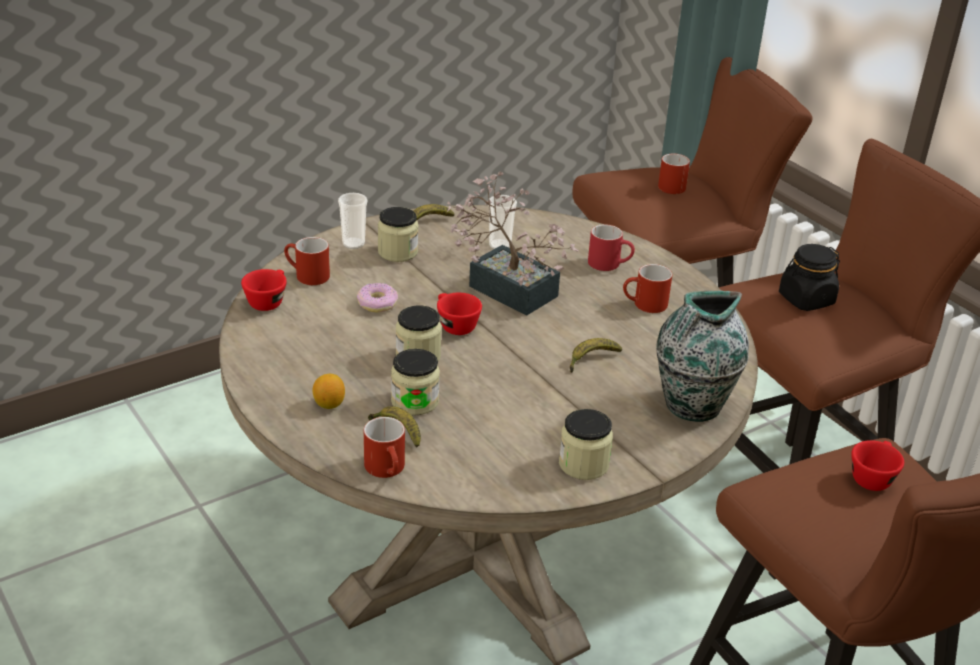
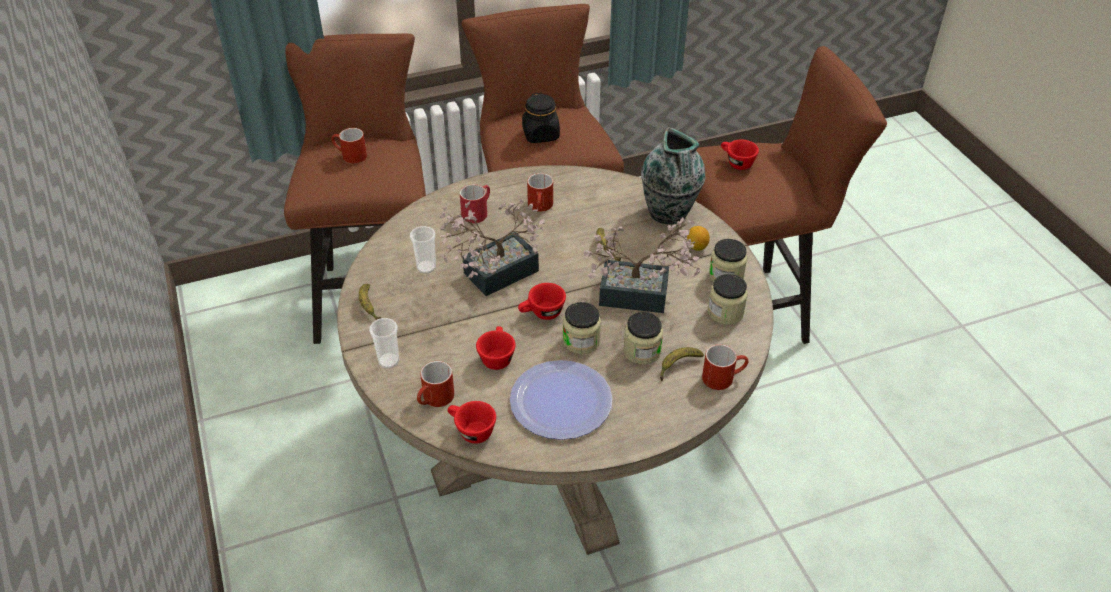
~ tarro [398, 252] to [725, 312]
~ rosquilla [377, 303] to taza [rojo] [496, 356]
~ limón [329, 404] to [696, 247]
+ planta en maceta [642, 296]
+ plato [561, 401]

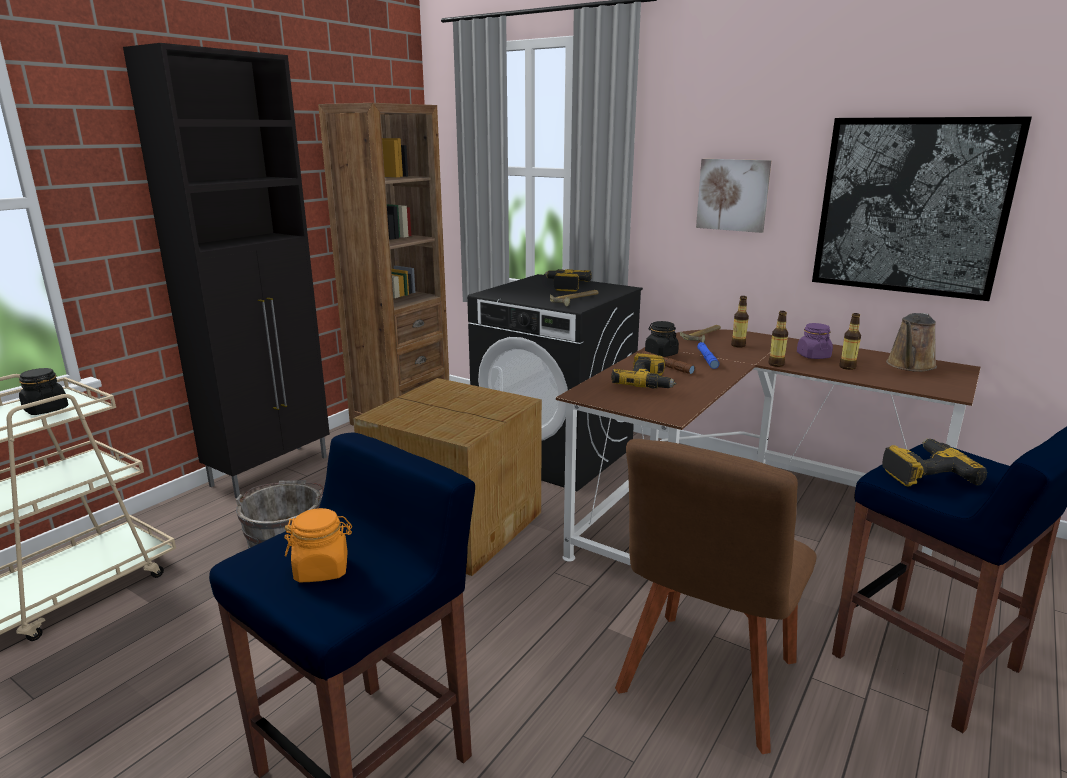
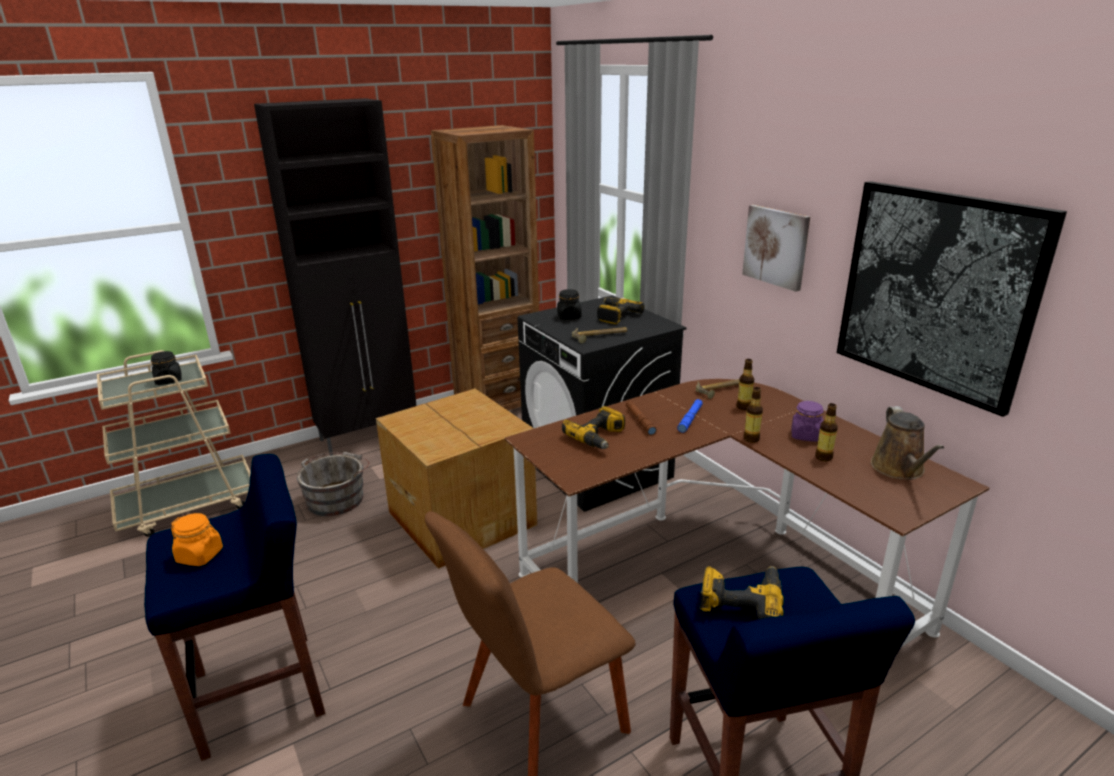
~ regadera [marrón] [910, 366] = [899, 469] 60 degrees counterclockwise
~ tarro [negro] [661, 354] to [569, 317]

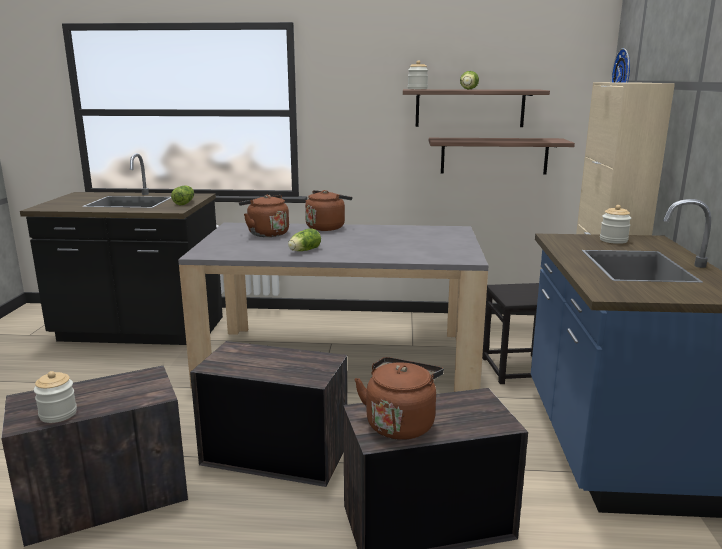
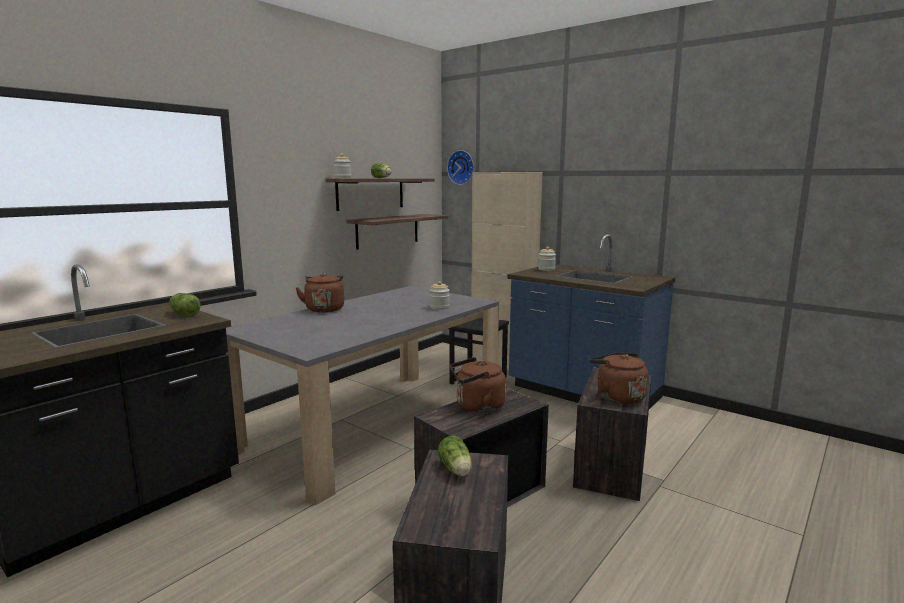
~ hervidor [marrón] [266, 233] to [477, 407]
~ lechuga [303, 251] to [456, 470]
~ tarro [58, 414] to [439, 307]

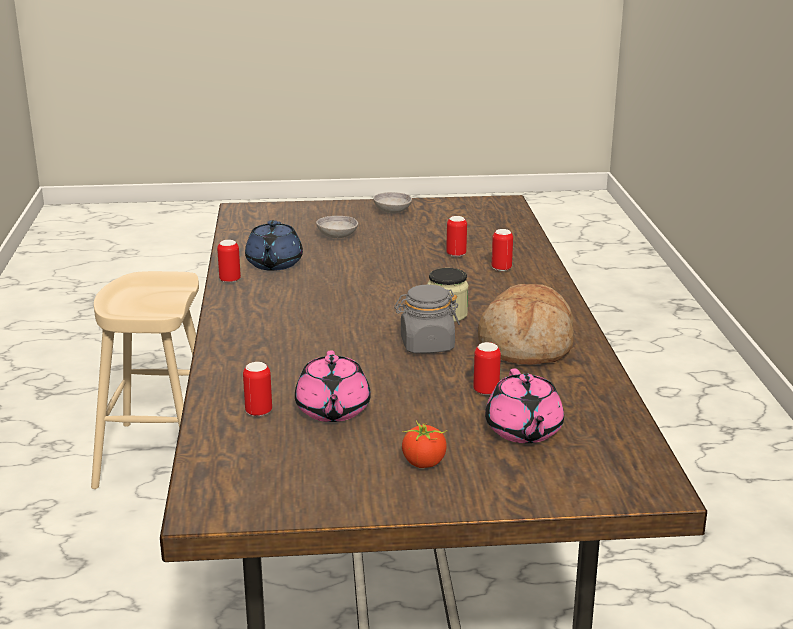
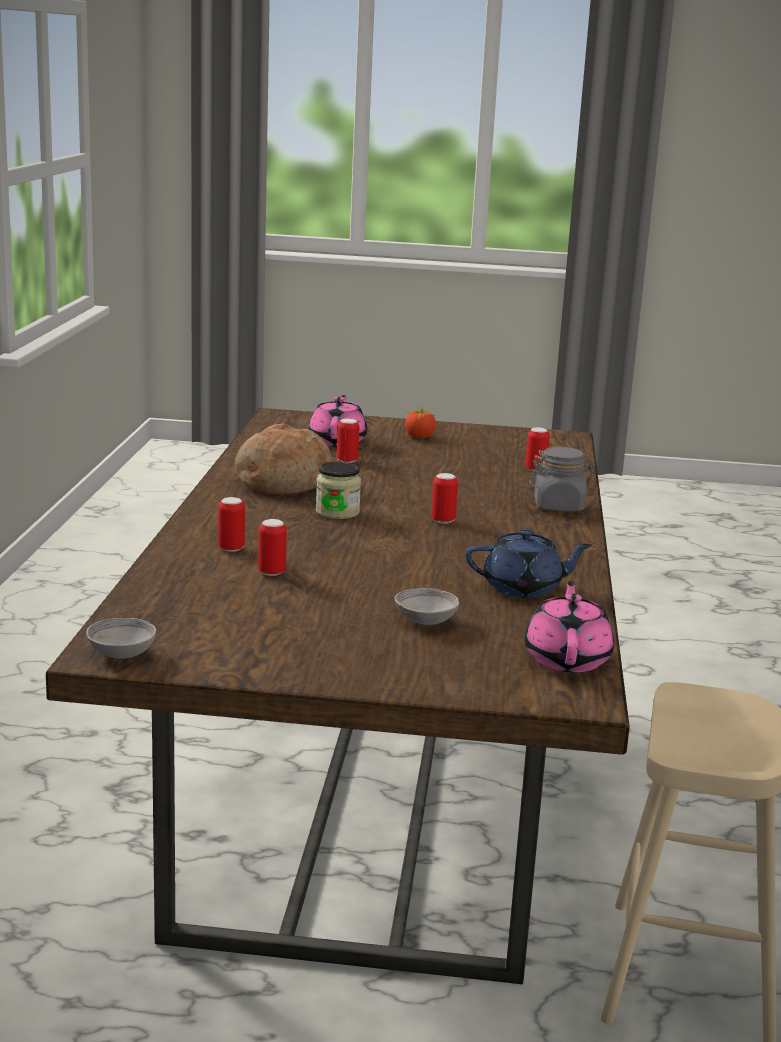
~ cuenco [gris] [392, 211] to [121, 653]
~ tetera [azul] [274, 264] = [523, 588] 75 degrees clockwise
~ lata [230, 280] to [443, 521]
~ tarro [gris] [426, 345] to [559, 506]
~ tetera [rosa] [332, 410] to [567, 658]

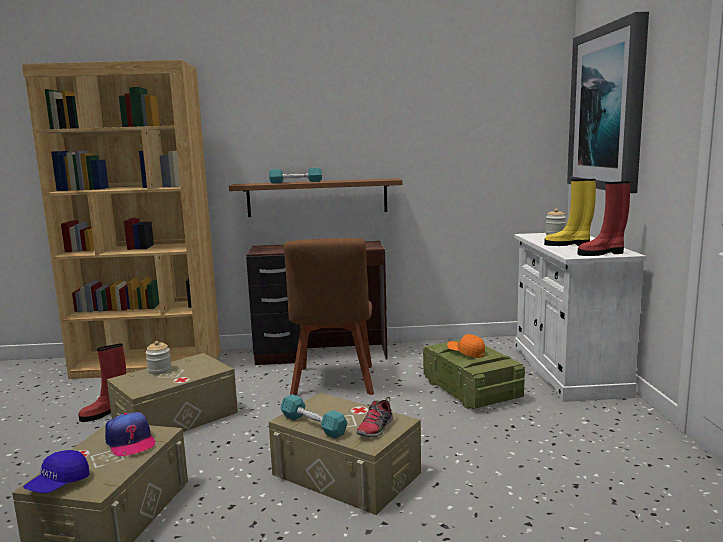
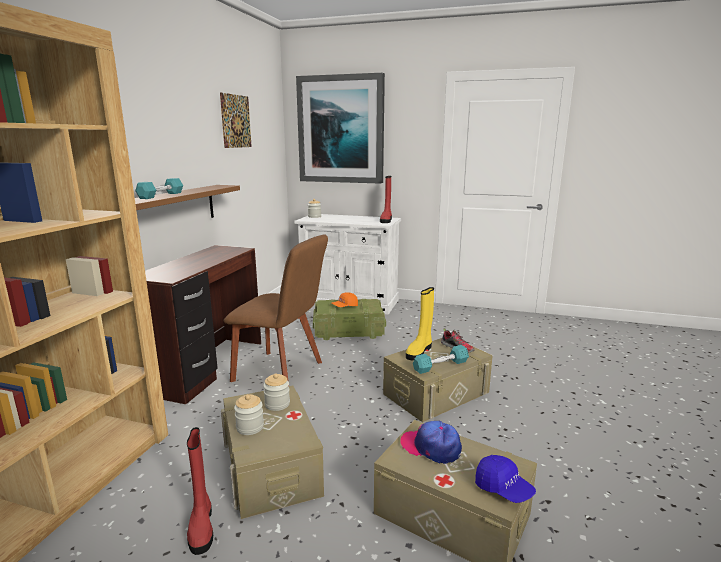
~ bota [amarillo] [568, 245] to [419, 351]
~ gorra [130, 442] = [431, 447] 135 degrees counterclockwise
+ cuadro [236, 121]
+ tarro [277, 404]

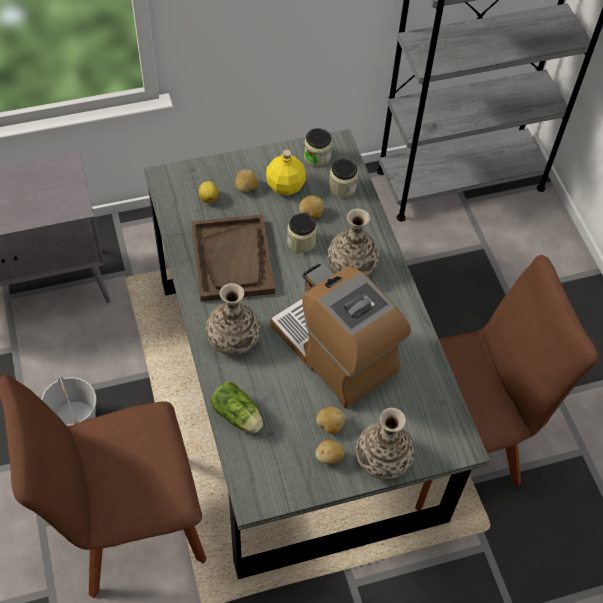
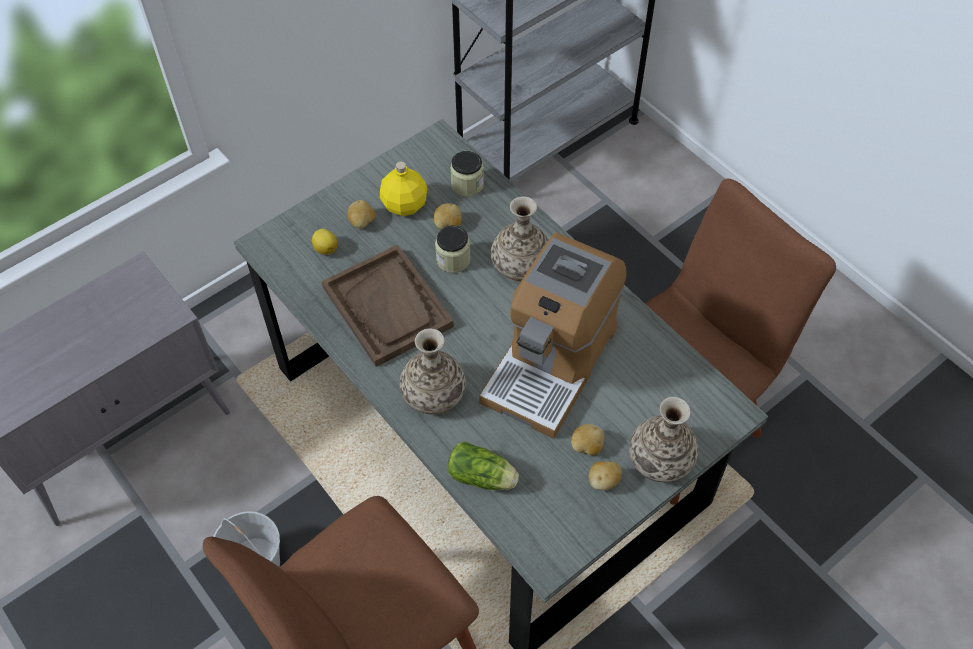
- tarro [317, 157]
~ cafetera [335, 350] = [551, 363] 90 degrees counterclockwise

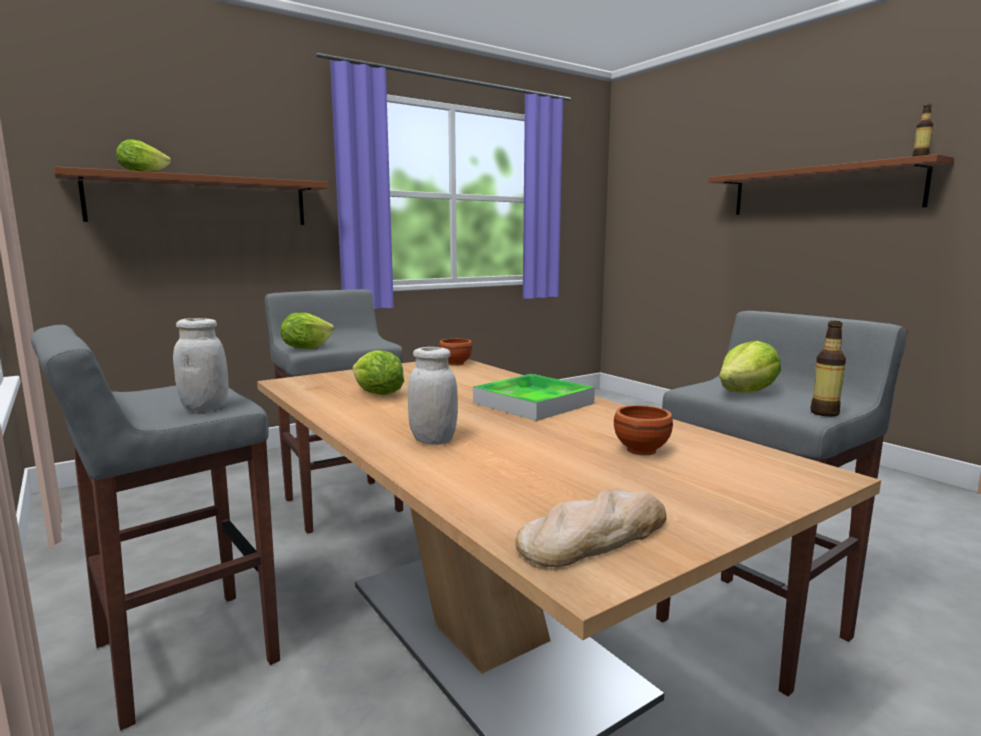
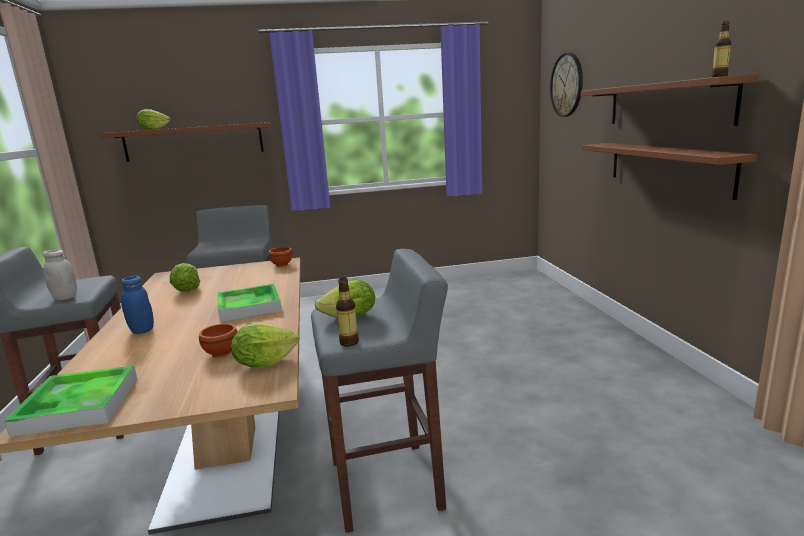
~ lechuga [306, 348] to [264, 363]
~ tarro [blanco] [433, 440] to tarro [azul] [142, 330]
~ pan [594, 535] to bandeja [79, 405]
+ reloj de pared [567, 85]
+ estante [marrón] [667, 167]

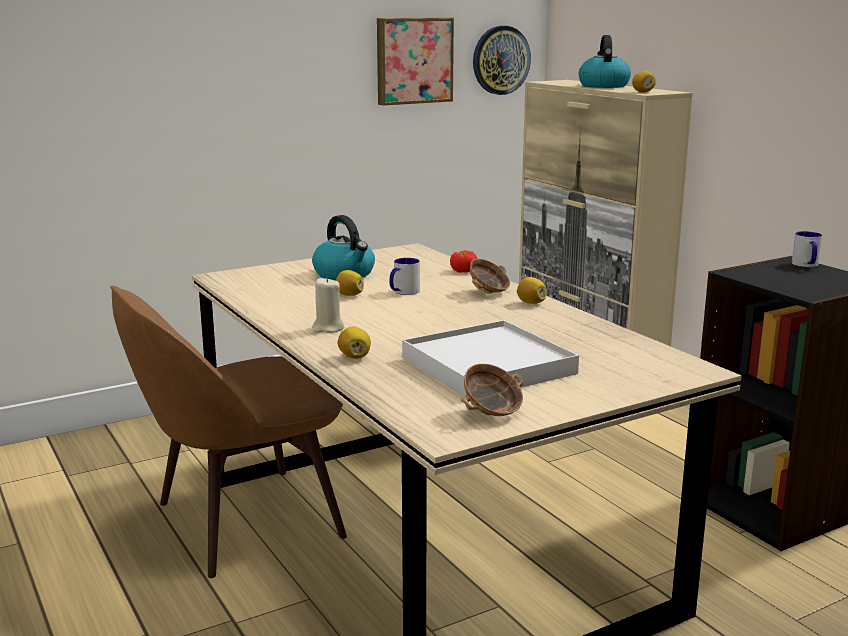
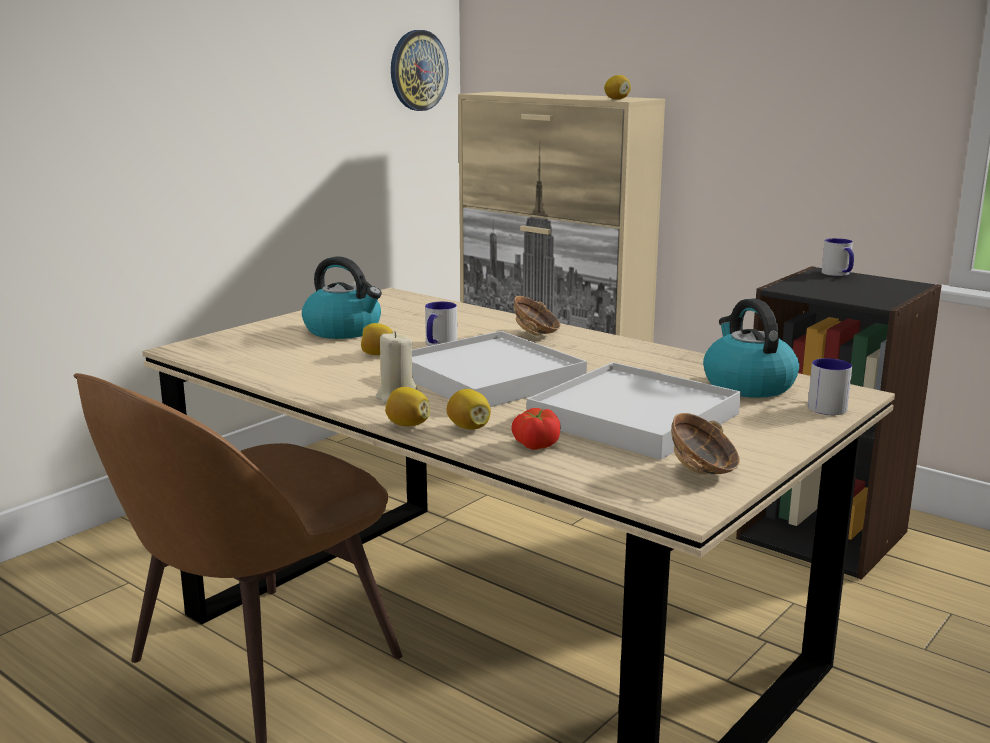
- cuadro [413, 60]
~ hervidor [603, 86] to [747, 385]
~ tomate [462, 271] to [535, 444]
~ limón [531, 303] to [408, 425]
+ bandeja [blanco] [489, 377]
+ taza grande [824, 405]

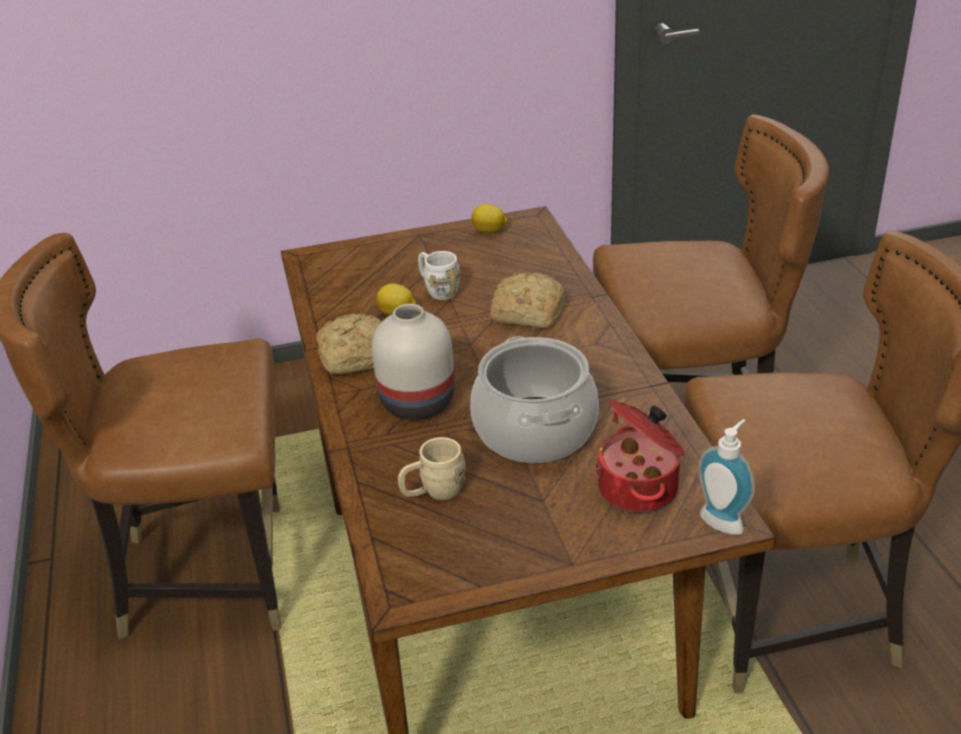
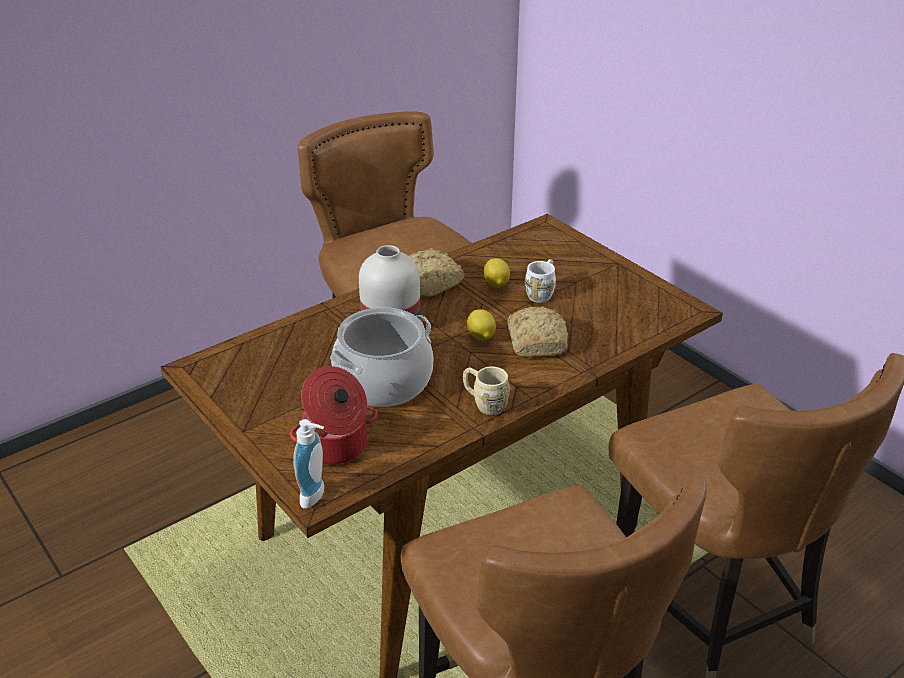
~ limón [490, 231] to [481, 337]
~ taza grande [beis] [433, 492] to [484, 403]

